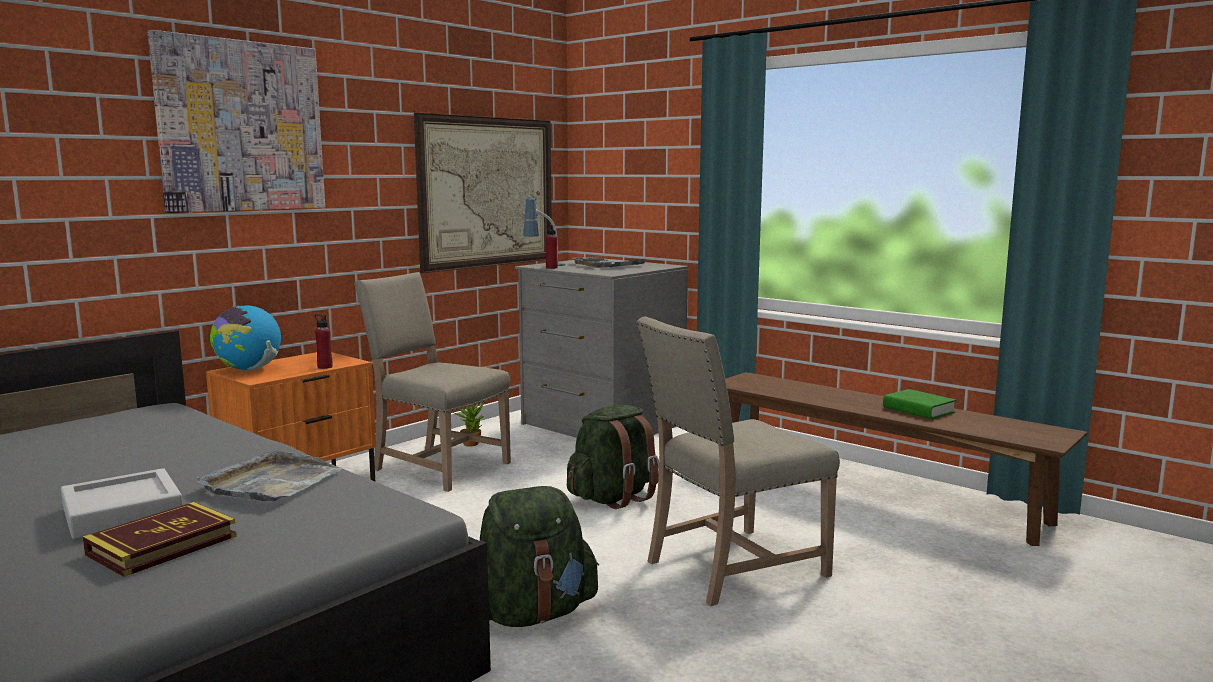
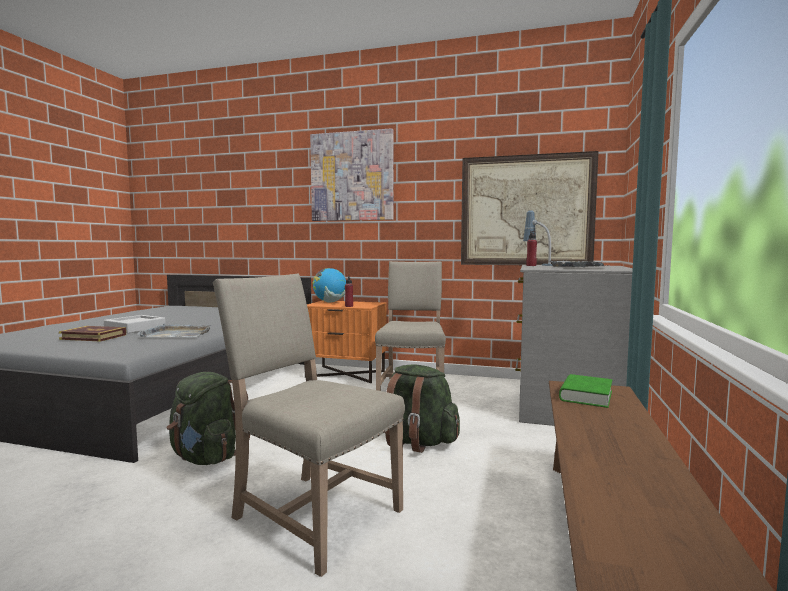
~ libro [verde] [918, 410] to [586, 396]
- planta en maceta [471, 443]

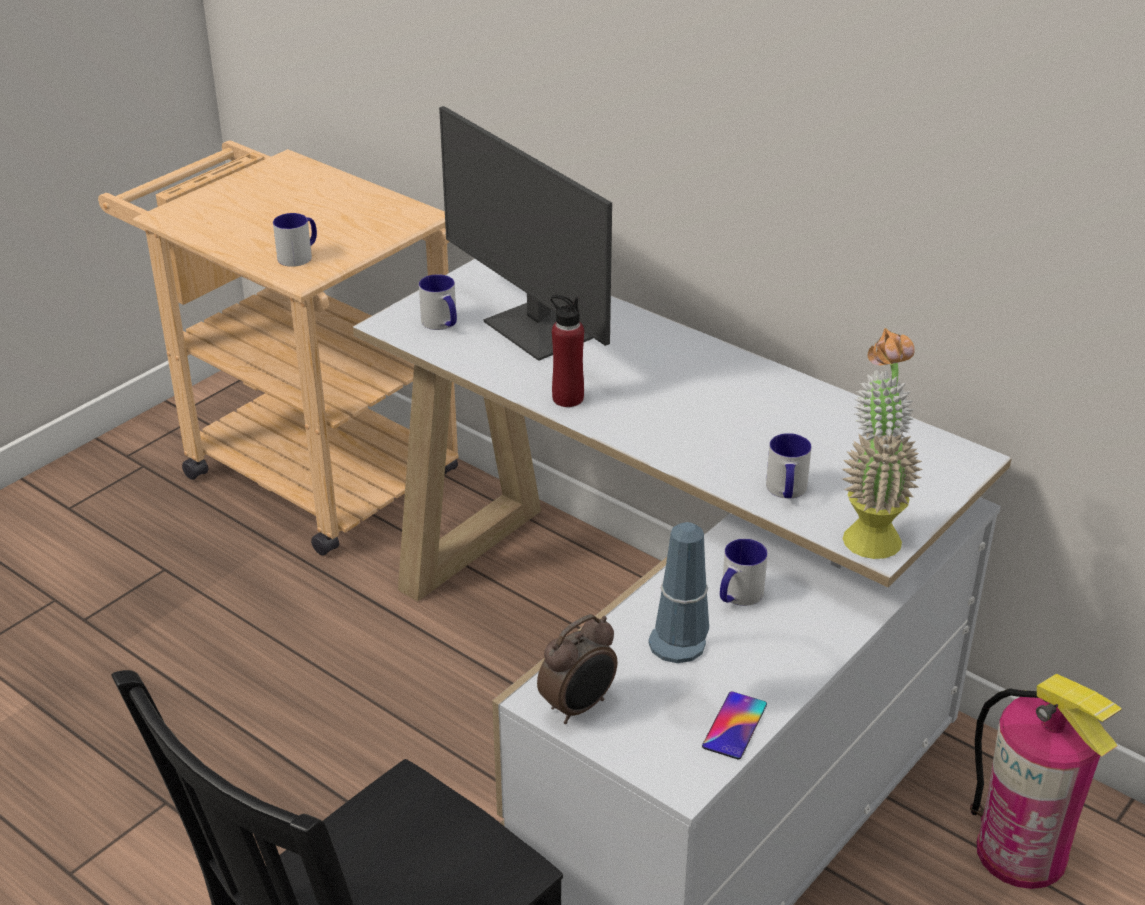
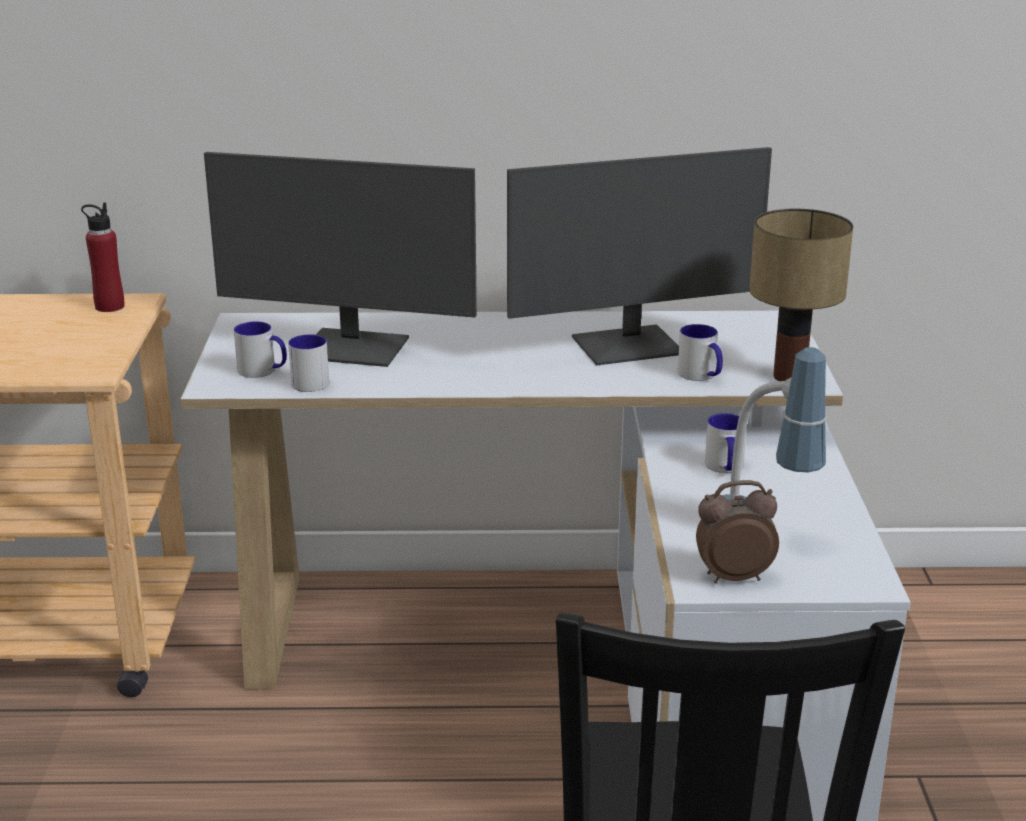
~ taza grande [299, 255] to [311, 381]
~ botella [rojo] [567, 398] to [109, 306]
~ planta en maceta [870, 531] to lámpara de mesa [789, 376]
~ despertador [579, 707] = [733, 577] 105 degrees counterclockwise
- extintor [1021, 852]
- móvil [734, 726]
+ monitor [629, 347]

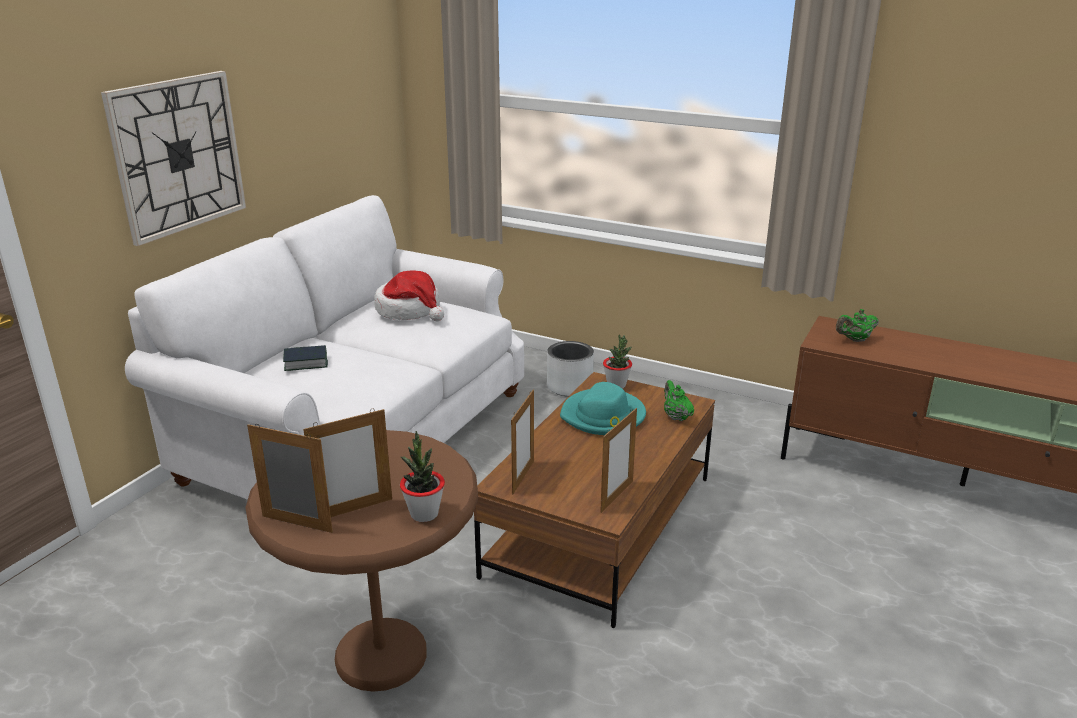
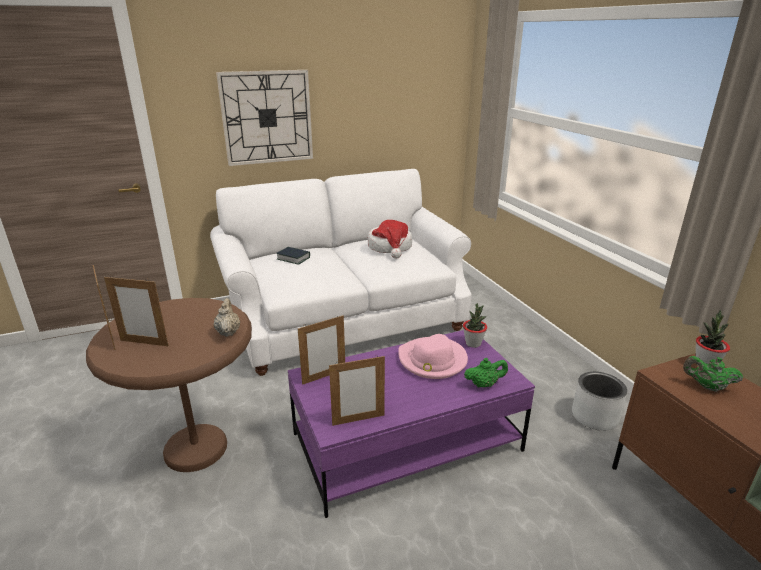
~ maceta [gris] [570, 387] to [595, 417]
~ mesa de centro [marrón] [600, 525] to mesa de centro [morado] [406, 442]
~ tetera [verde] [676, 416] = [484, 384] 60 degrees clockwise
~ sombrero [turquesa] [603, 416] to sombrero [rosa] [432, 361]
~ planta en maceta [424, 514] to [705, 364]
+ tetera [beis] [228, 332]

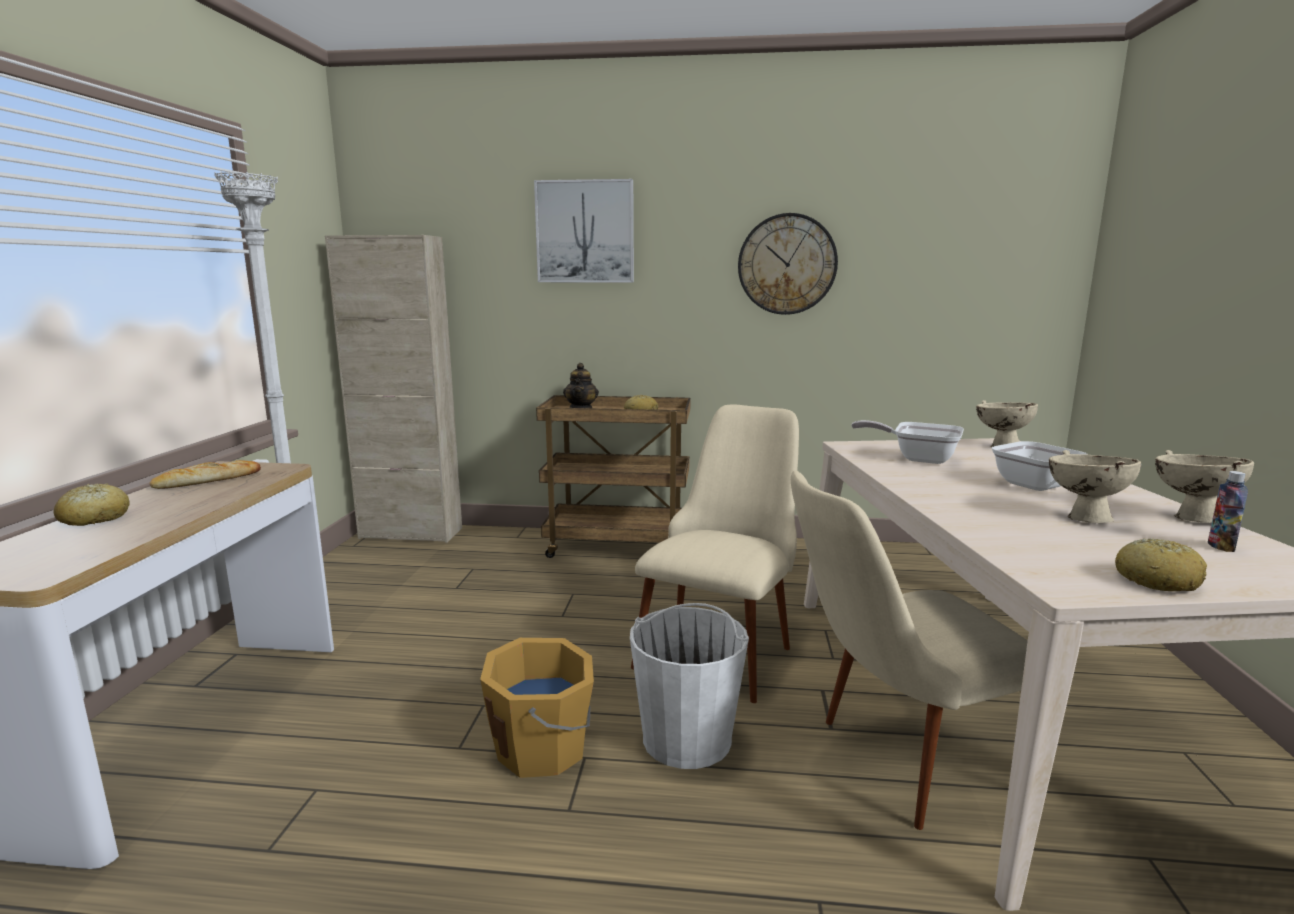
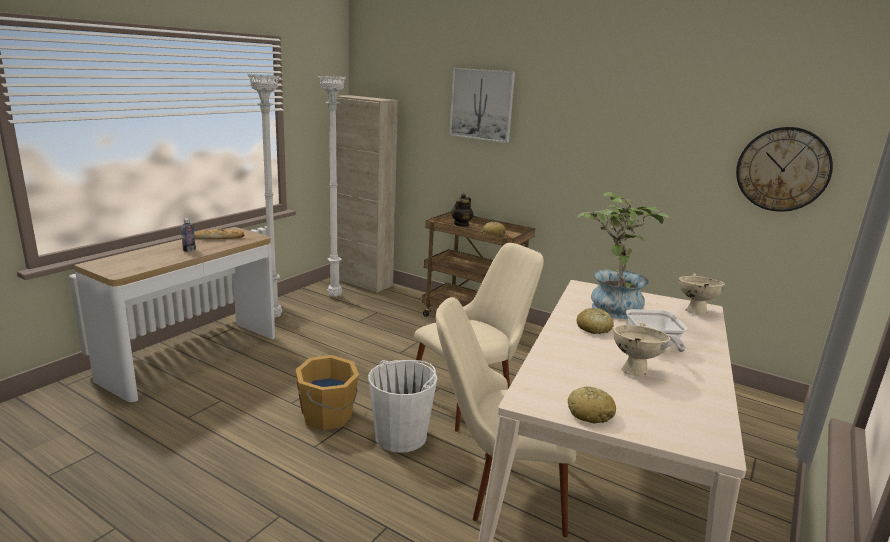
~ reloj de pared [787, 264] to [783, 169]
~ sartén [917, 458] to planta en maceta [610, 306]
- cuenco [beis] [1190, 517]
~ botella [1220, 546] to [189, 250]
~ pan [94, 518] to [593, 328]
+ lámpara de pie [blanco] [334, 297]

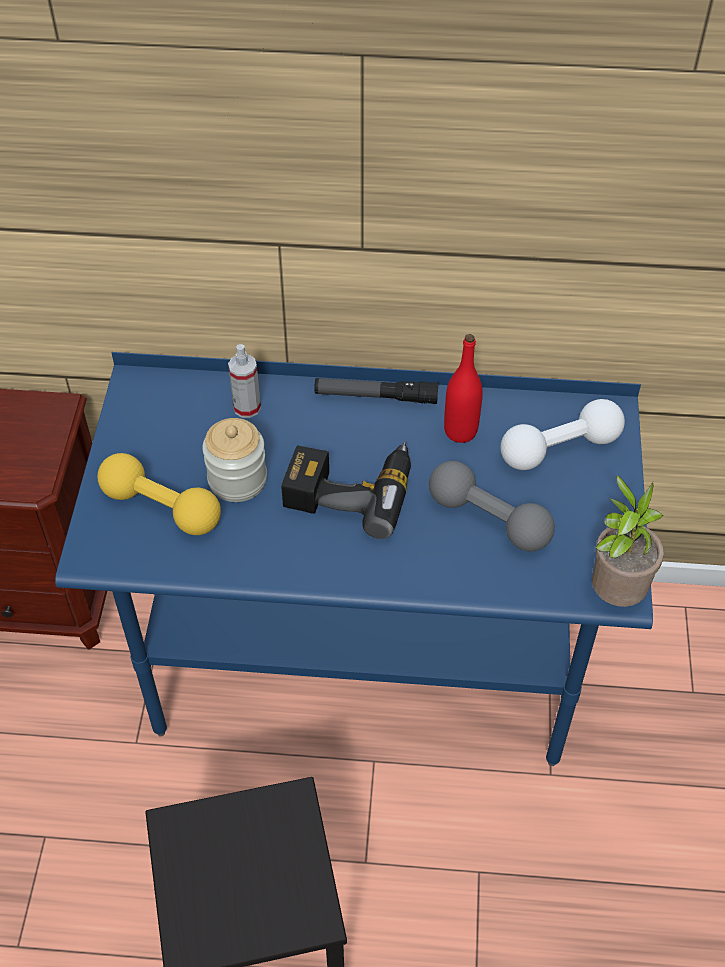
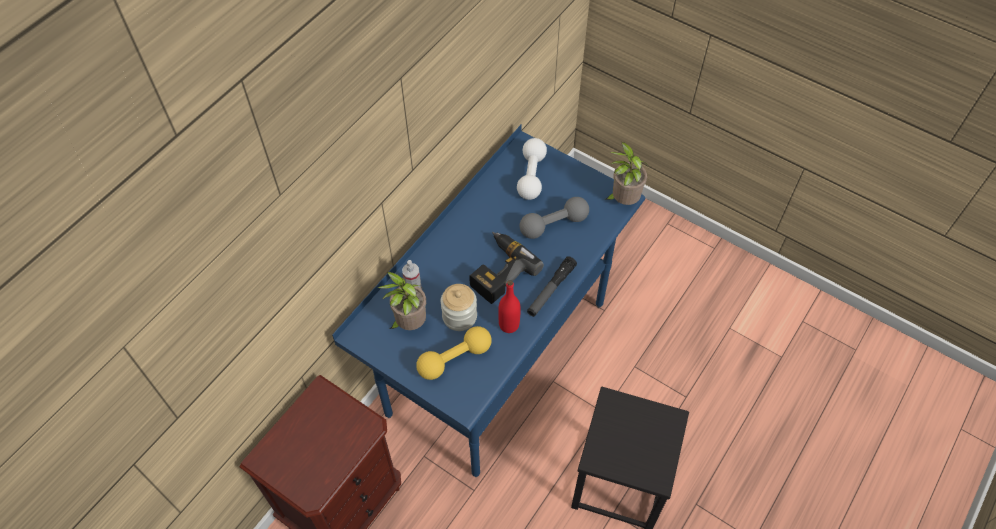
~ botella [rojo] [460, 431] to [509, 325]
~ linterna [376, 396] to [551, 290]
+ planta en maceta [409, 323]

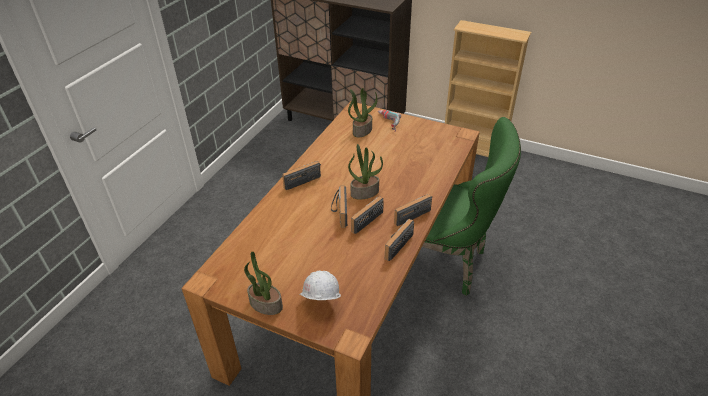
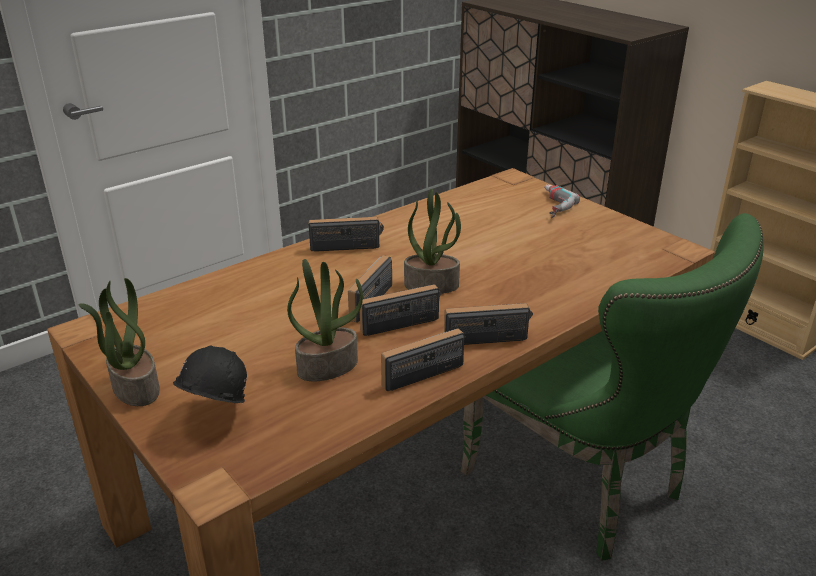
~ planta en maceta [362, 130] to [328, 366]
~ casco [blanco] [320, 305] to casco [negro] [214, 417]

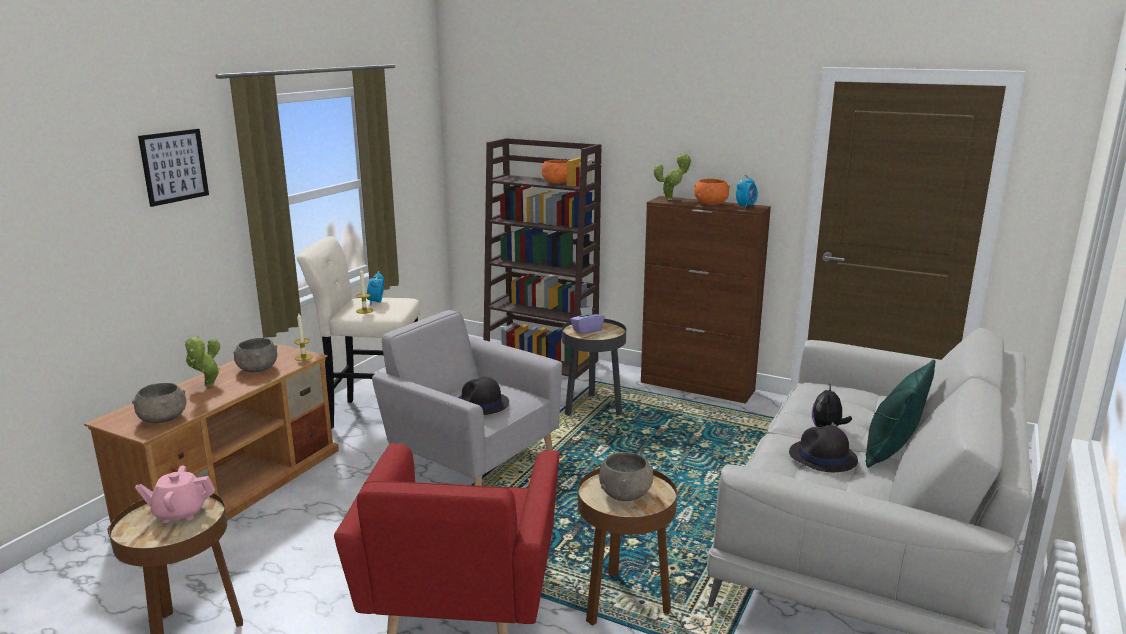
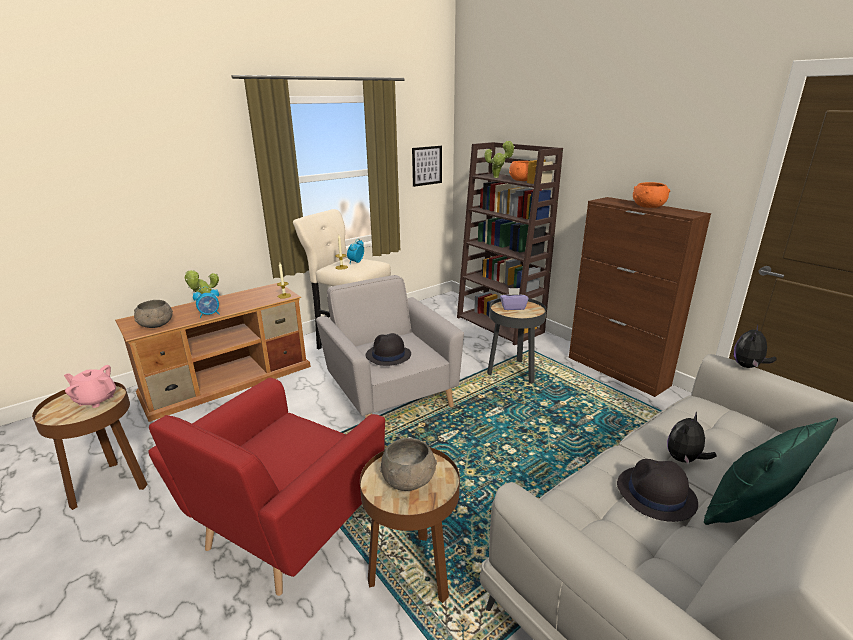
~ cuadro [174, 166] to [427, 165]
~ planta en maceta [671, 199] to [497, 177]
~ despertador [746, 207] to [210, 314]
- cuenco [gris] [257, 369]
+ peluche [748, 366]

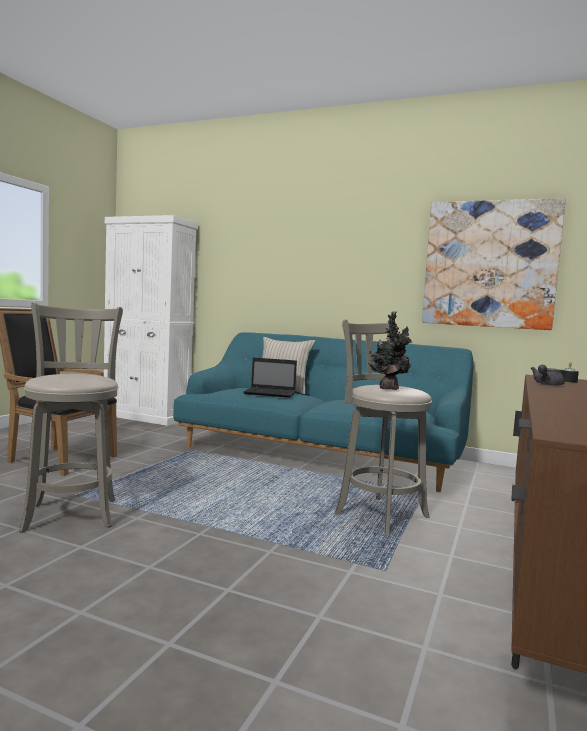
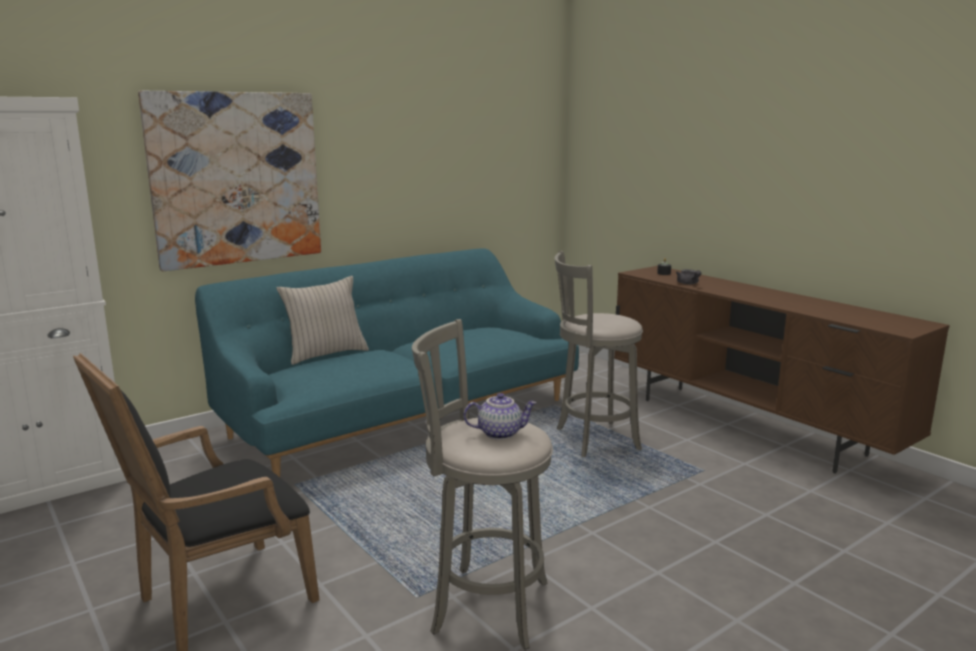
~ cuadro [489, 264] to [236, 178]
- planta en maceta [388, 389]
- portátil [271, 393]
+ tetera [500, 433]

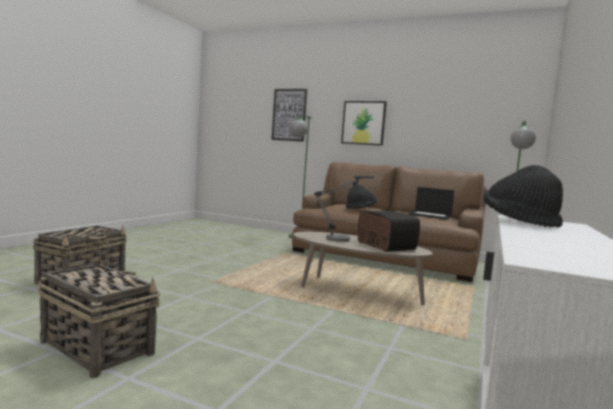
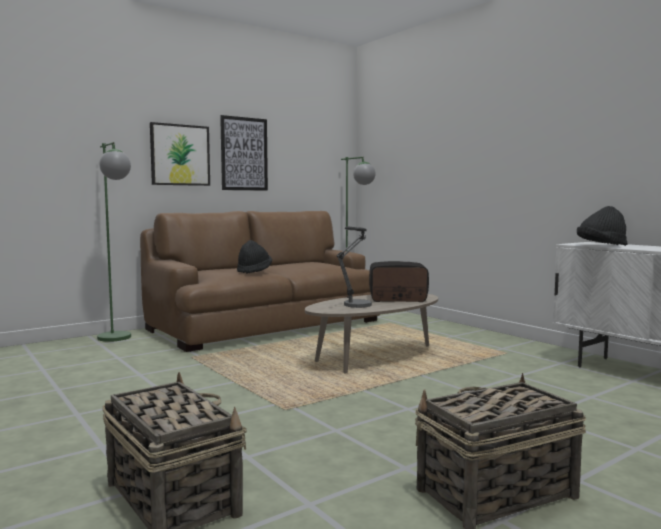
~ cuadro [289, 115] to [244, 154]
- portátil [430, 215]

